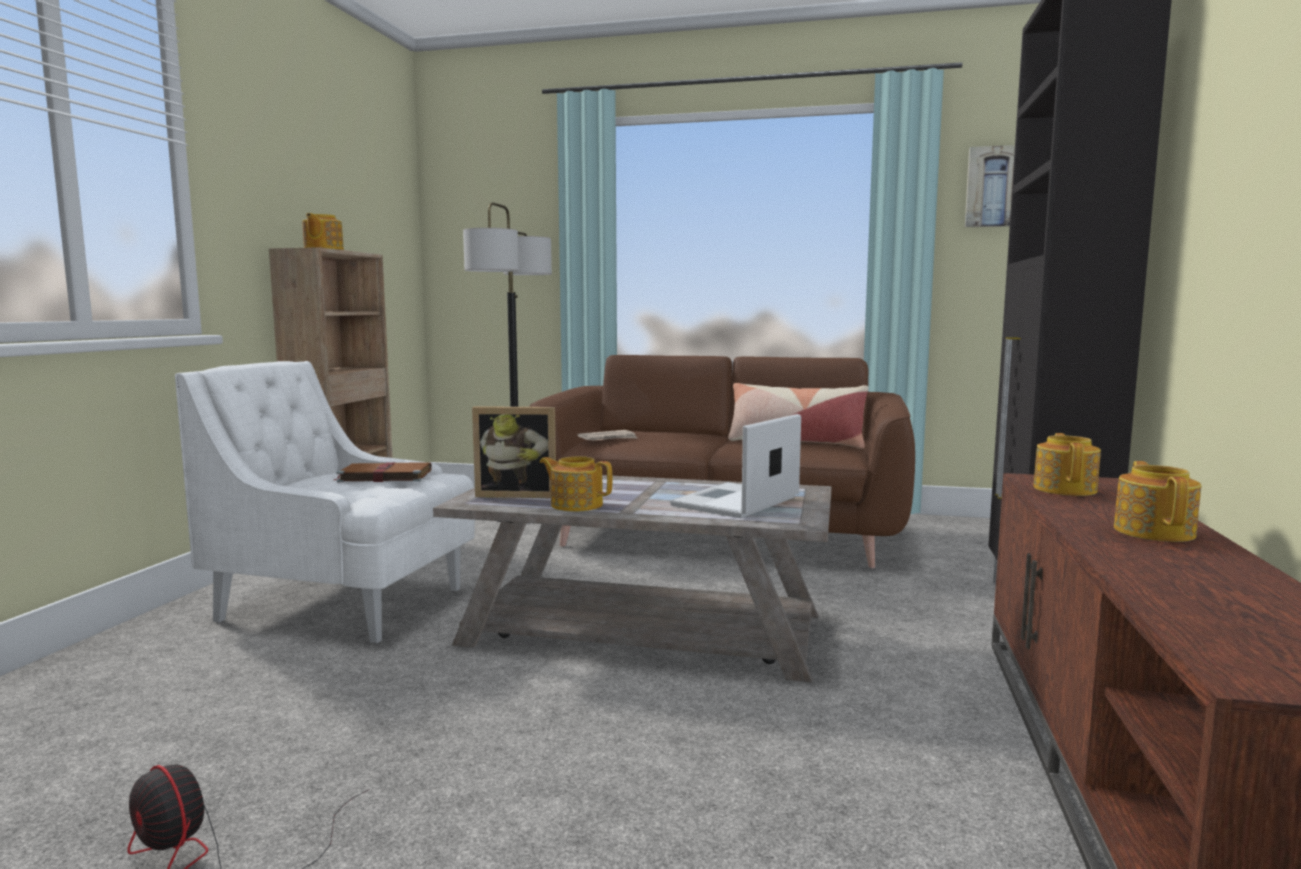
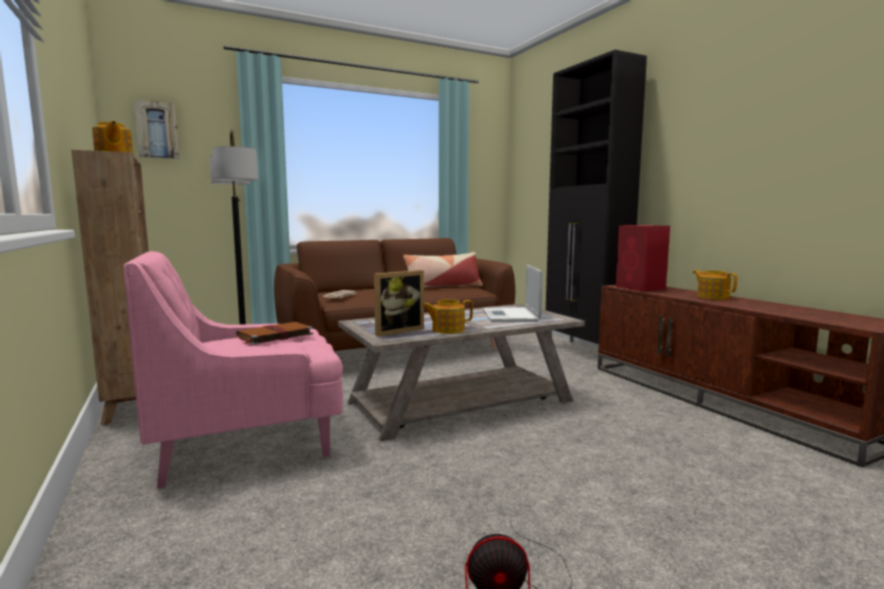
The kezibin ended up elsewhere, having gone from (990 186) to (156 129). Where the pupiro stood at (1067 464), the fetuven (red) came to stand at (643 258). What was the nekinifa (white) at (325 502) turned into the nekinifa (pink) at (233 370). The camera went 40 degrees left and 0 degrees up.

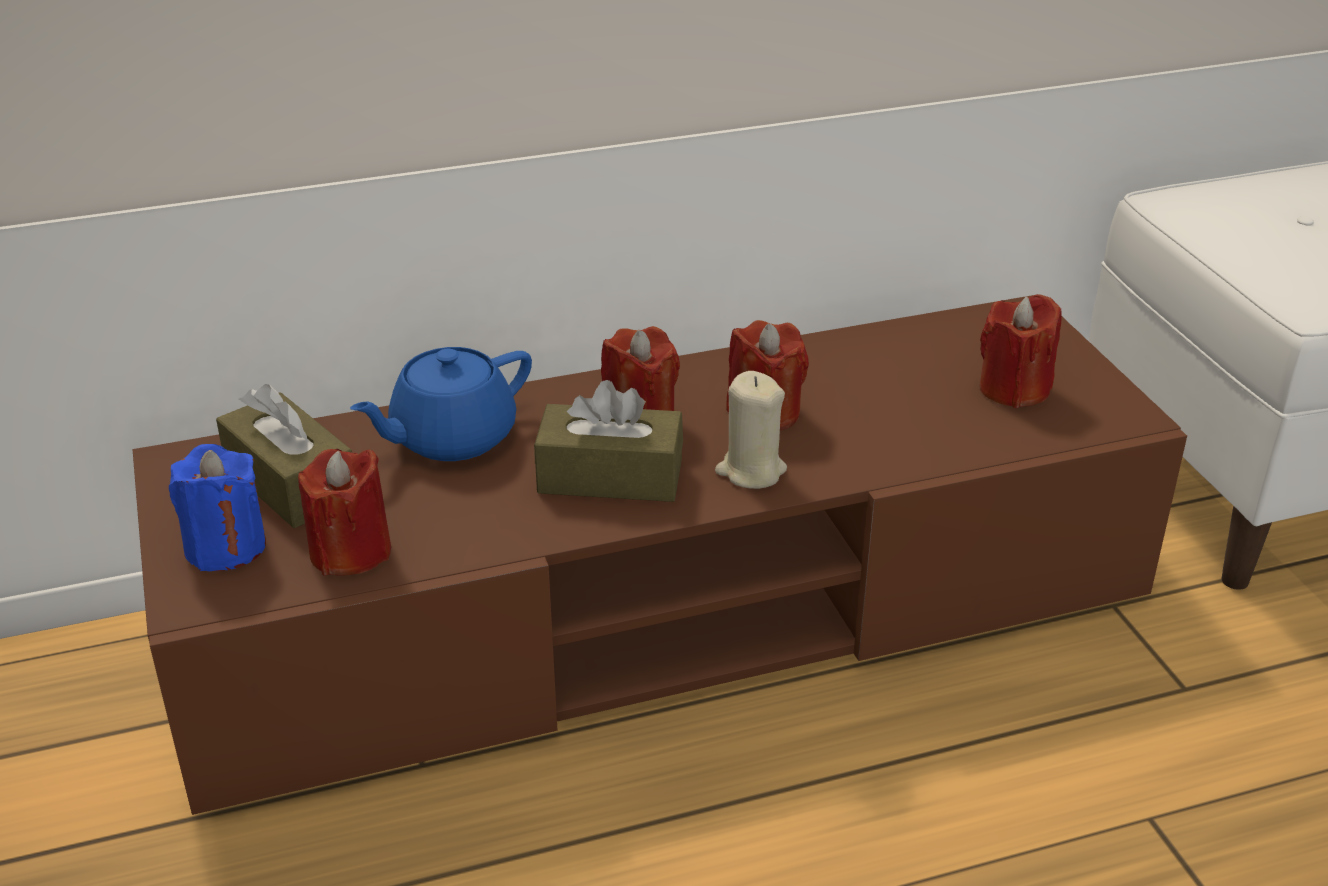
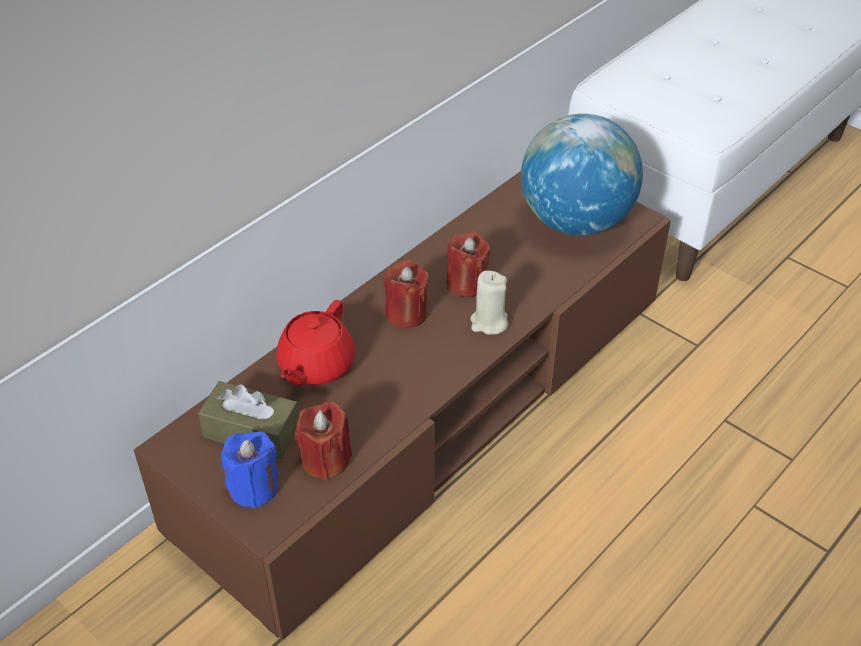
The second view lost the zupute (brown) at (608 441). Where the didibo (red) stood at (1021 351), the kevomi came to stand at (582 175). What was the pupiro (blue) at (441 404) turned into the pupiro (red) at (316 342). The camera went 30 degrees left and 10 degrees up.

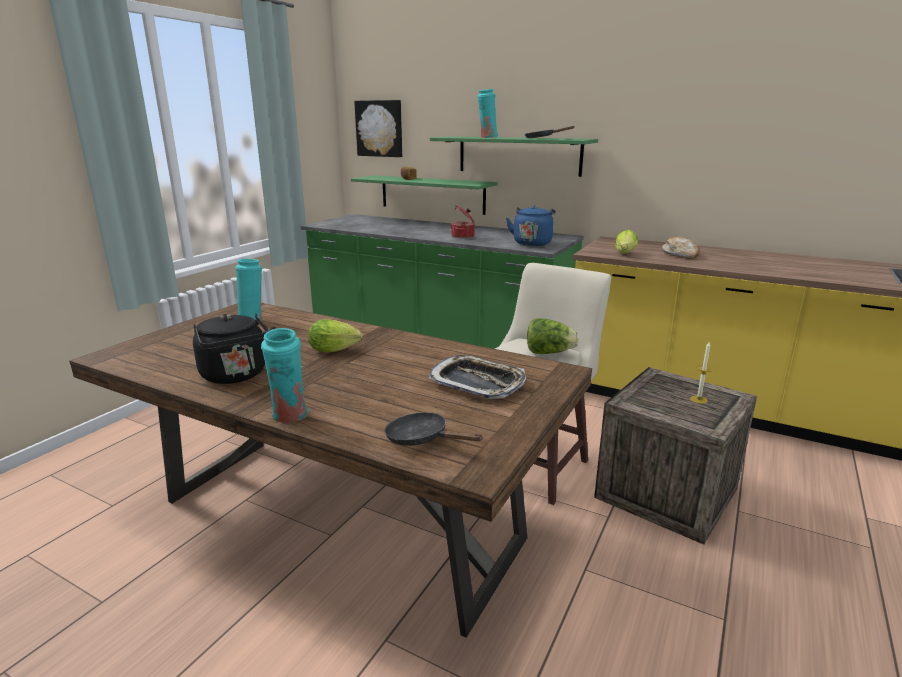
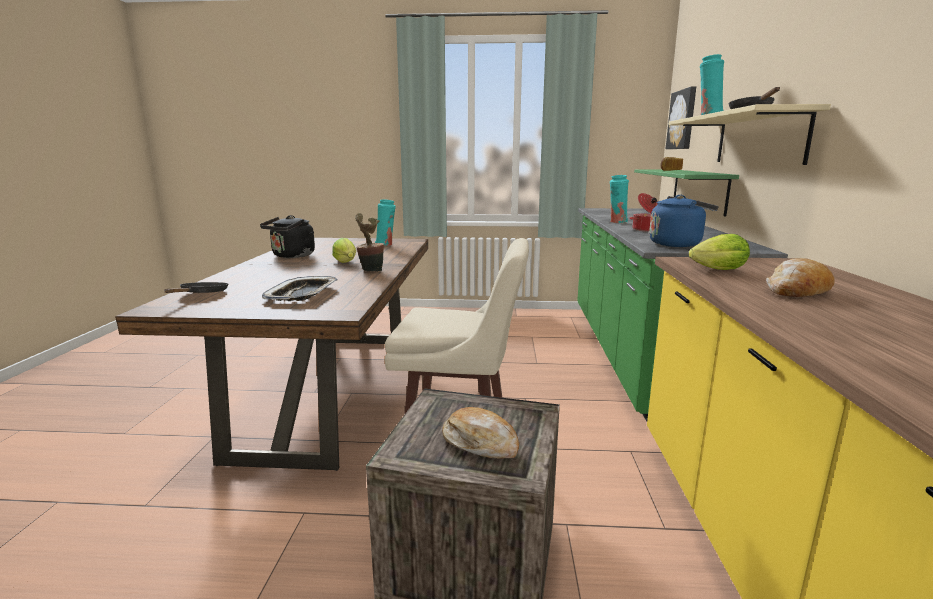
The second view lost the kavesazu at (553 336). The second view gained the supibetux at (369 242). The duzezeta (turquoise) ended up elsewhere, having gone from (285 375) to (619 199). Where the didibo stood at (701 373), the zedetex came to stand at (480 433). What was the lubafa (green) at (514 156) turned into the lubafa (beige) at (749 134). The camera went 65 degrees right and 5 degrees down.

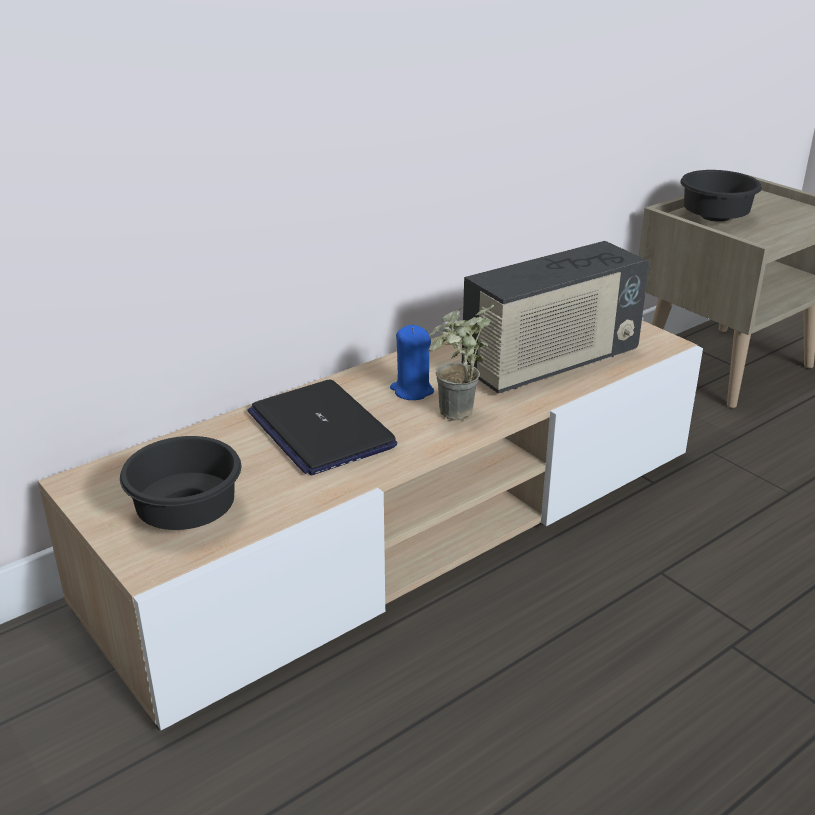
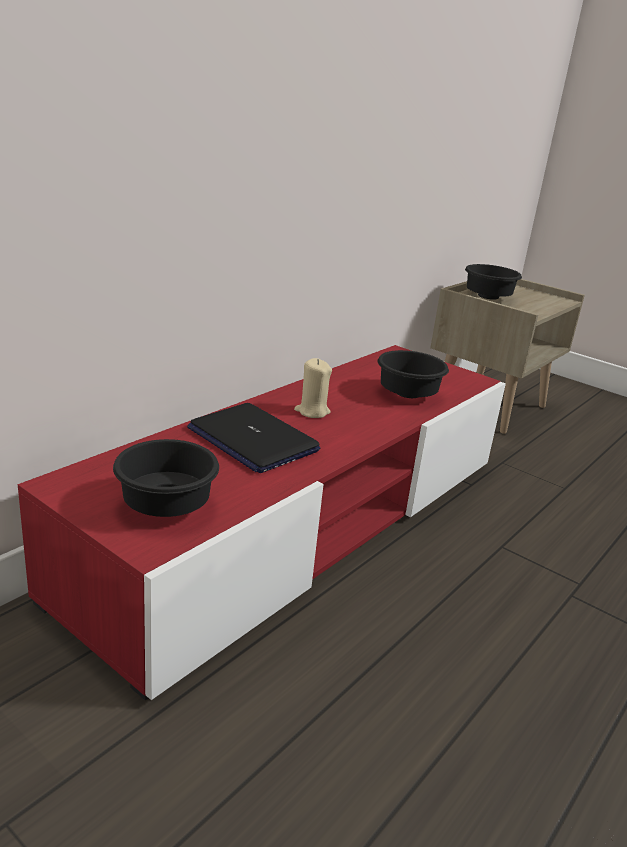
The second view lost the supibetux at (461 362). Where the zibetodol stood at (555 317), the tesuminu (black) came to stand at (413 374). What was the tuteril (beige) at (370 525) turned into the tuteril (red) at (262 523). What was the didibo (blue) at (412 362) turned into the didibo (beige) at (313 388). The camera went 15 degrees left and 5 degrees down.

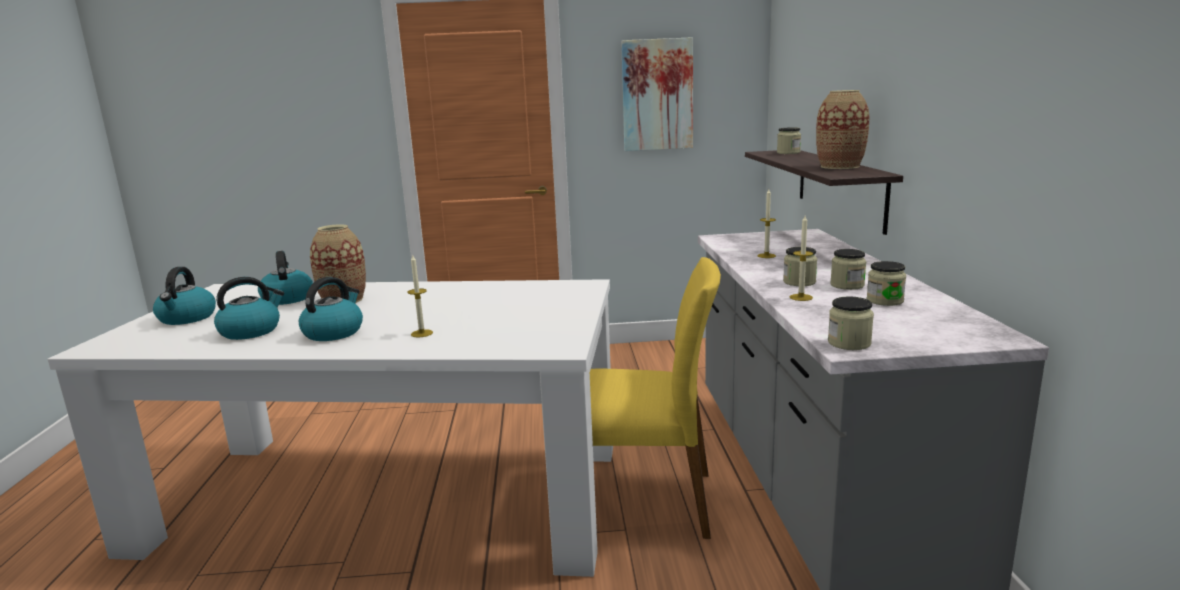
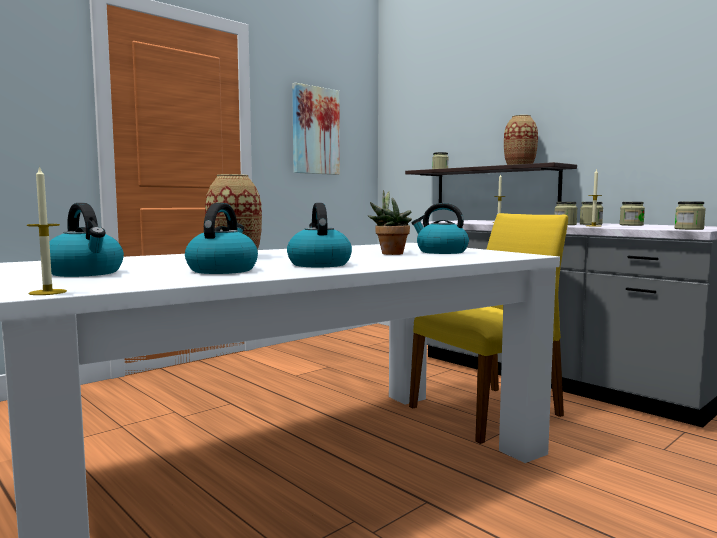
The second view gained the supibetux at (390 222). The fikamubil ended up elsewhere, having gone from (285 278) to (440 228). The didibo ended up elsewhere, having gone from (420 296) to (47 230). The camera went 40 degrees left and 10 degrees down.

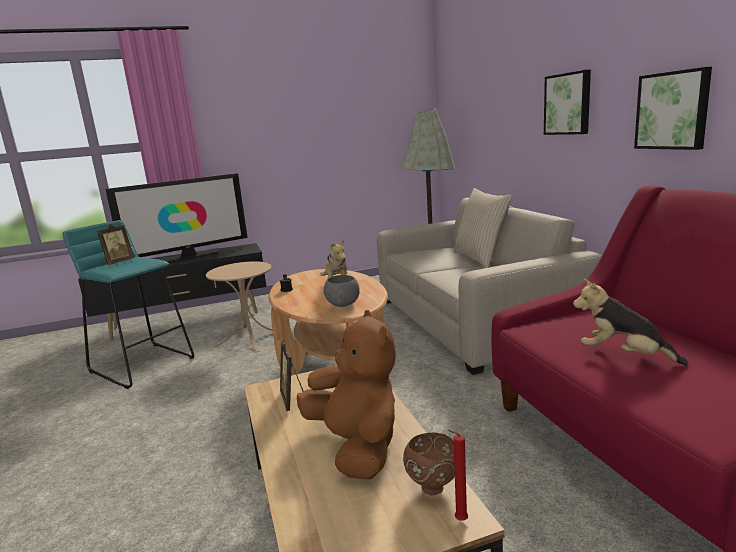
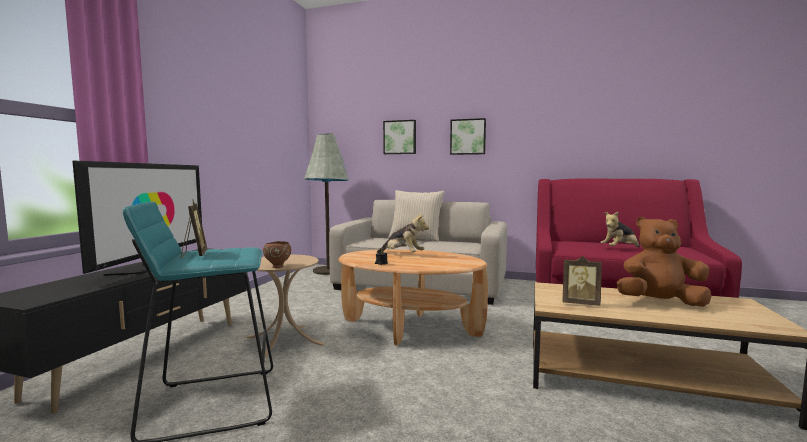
The second view lost the tesuminu (grey) at (341 291). The second view lost the didibo (red) at (458 475). The tesuminu (brown) ended up elsewhere, having gone from (429 464) to (277 254). The kezibin ended up elsewhere, having gone from (673 108) to (399 137). The camera went 55 degrees left and 10 degrees down.

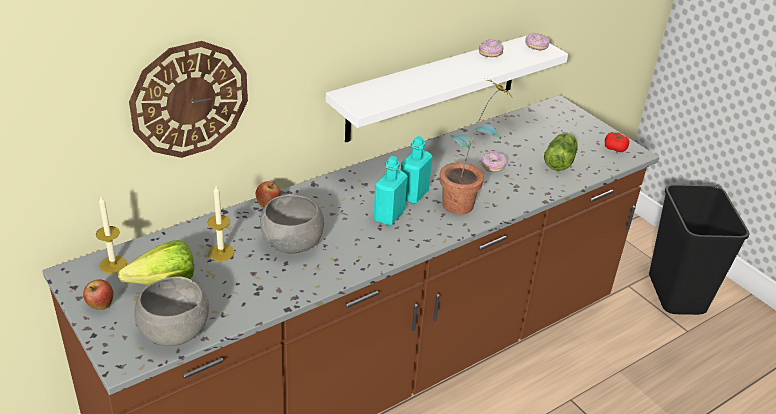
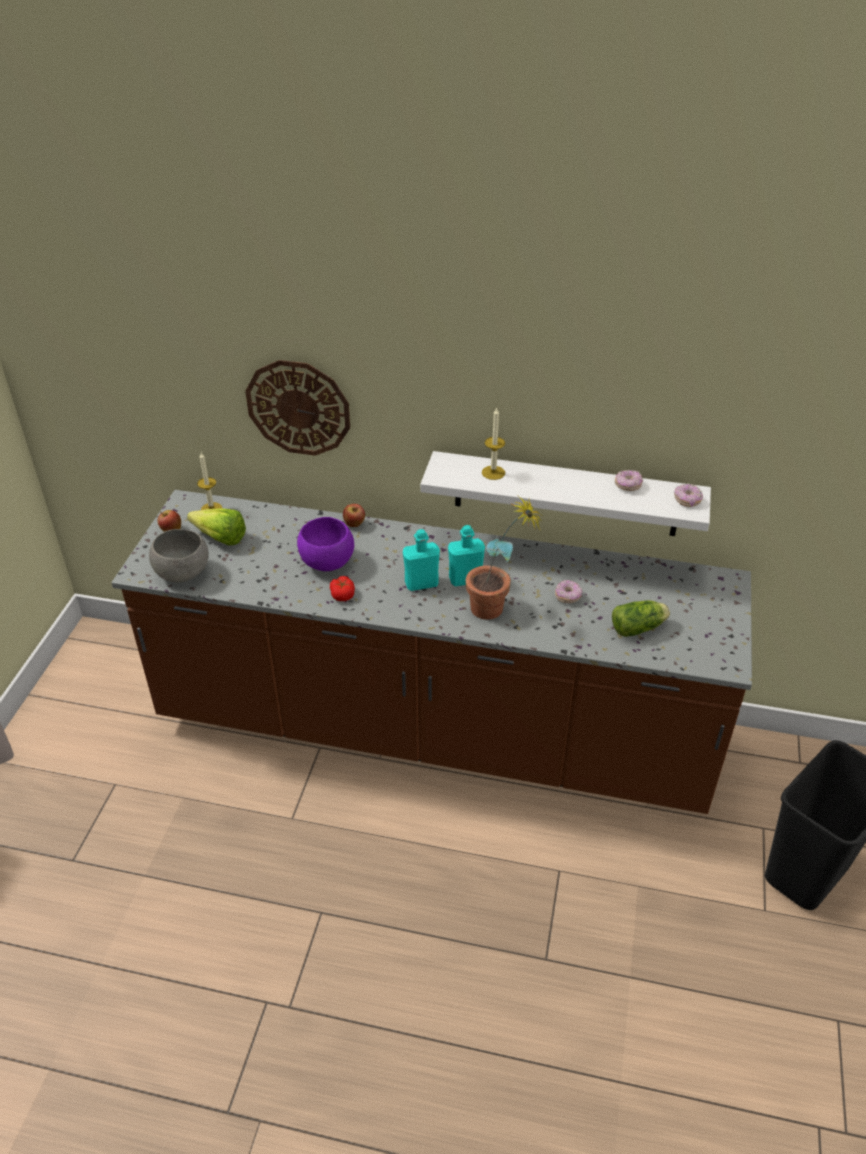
The didibo ended up elsewhere, having gone from (221 223) to (493 444). The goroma ended up elsewhere, having gone from (617 142) to (342 588). What was the tesuminu (grey) at (292 224) turned into the tesuminu (purple) at (325 544). The camera went 50 degrees right and 5 degrees up.

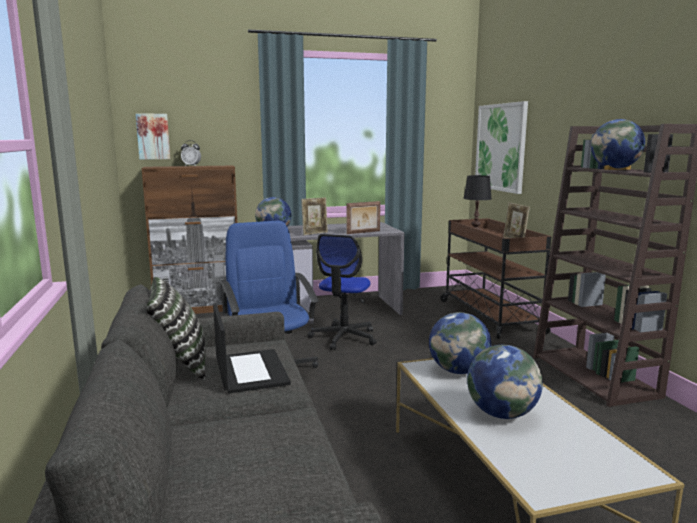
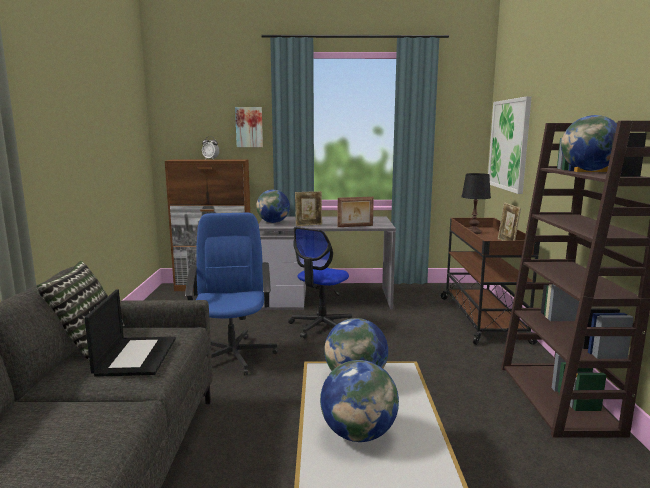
The kezibin ended up elsewhere, having gone from (153 136) to (249 127). The camera went 15 degrees right and 0 degrees up.

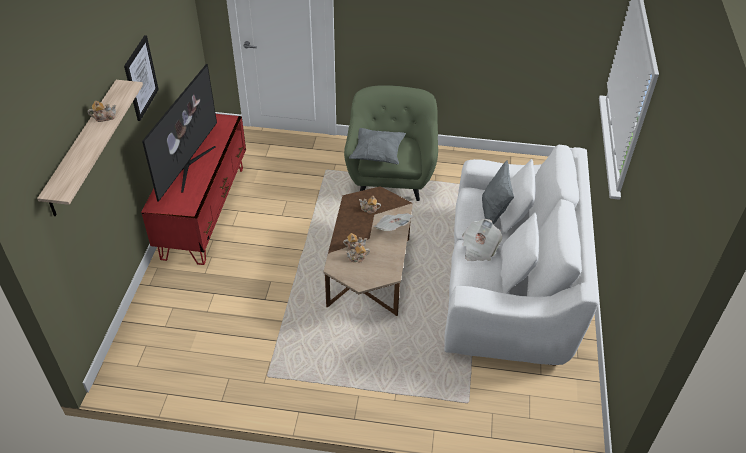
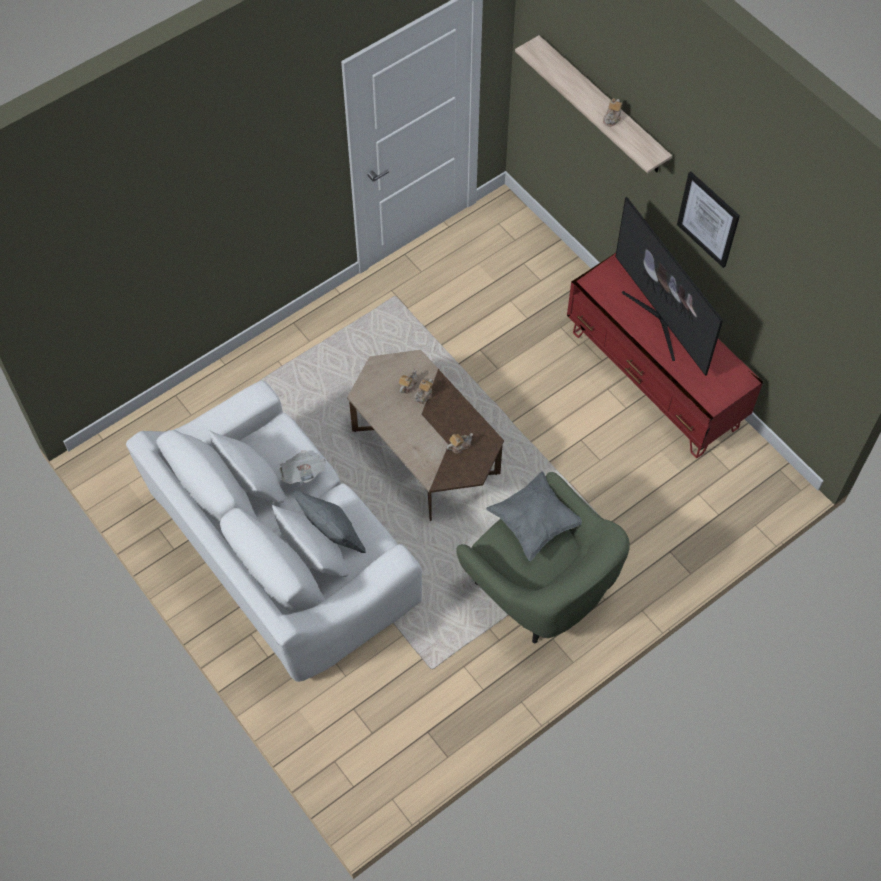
The second view lost the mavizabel at (393 222). The camera went 135 degrees right and 15 degrees up.

